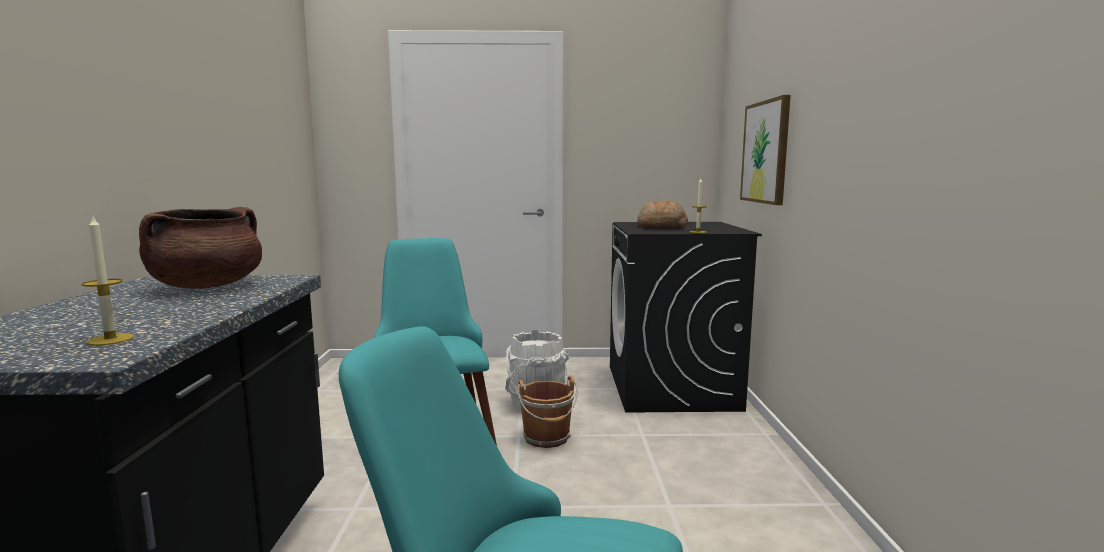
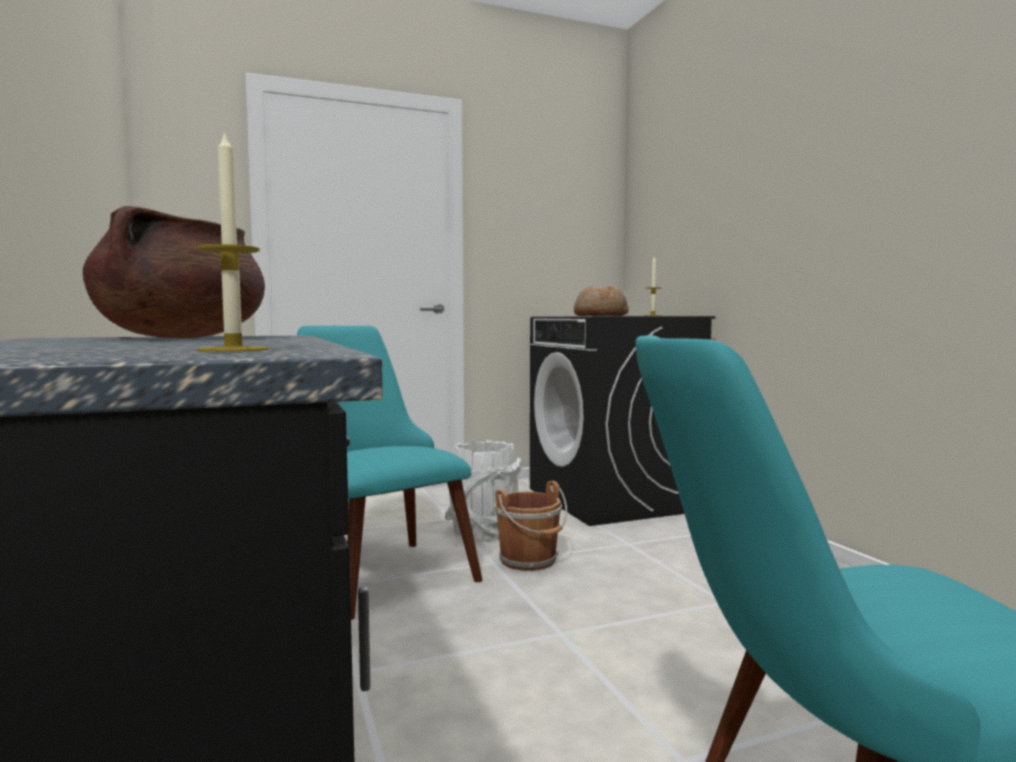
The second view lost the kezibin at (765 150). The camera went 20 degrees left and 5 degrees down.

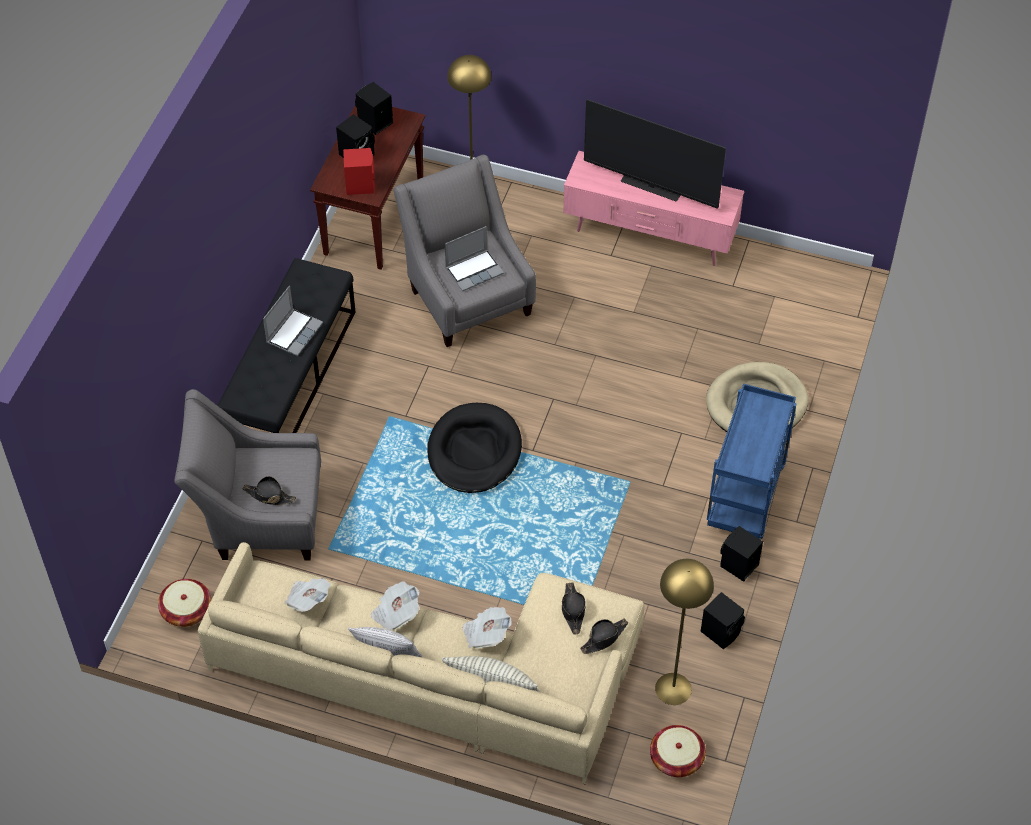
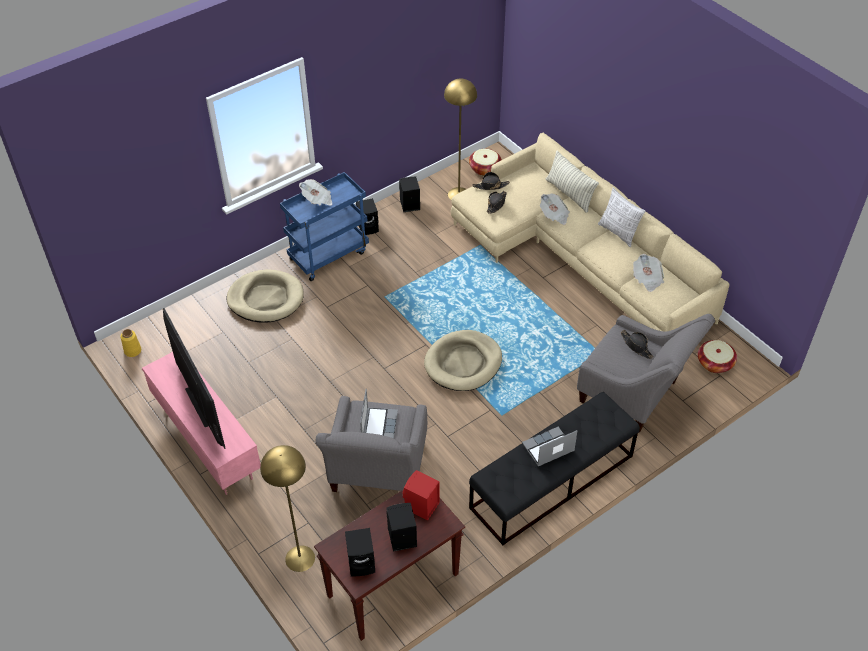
The second view gained the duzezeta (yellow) at (130 343). The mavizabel ended up elsewhere, having gone from (395 605) to (316 192). What was the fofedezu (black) at (474 448) turned into the fofedezu (beige) at (463 360). The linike at (474 259) ended up facing another way, 90 degrees clockwise from before. The camera went 145 degrees left and 5 degrees down.

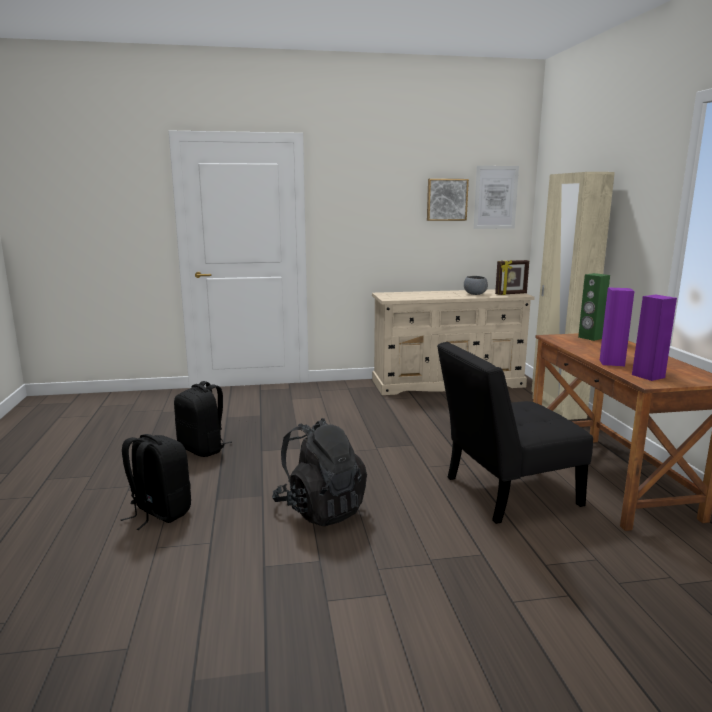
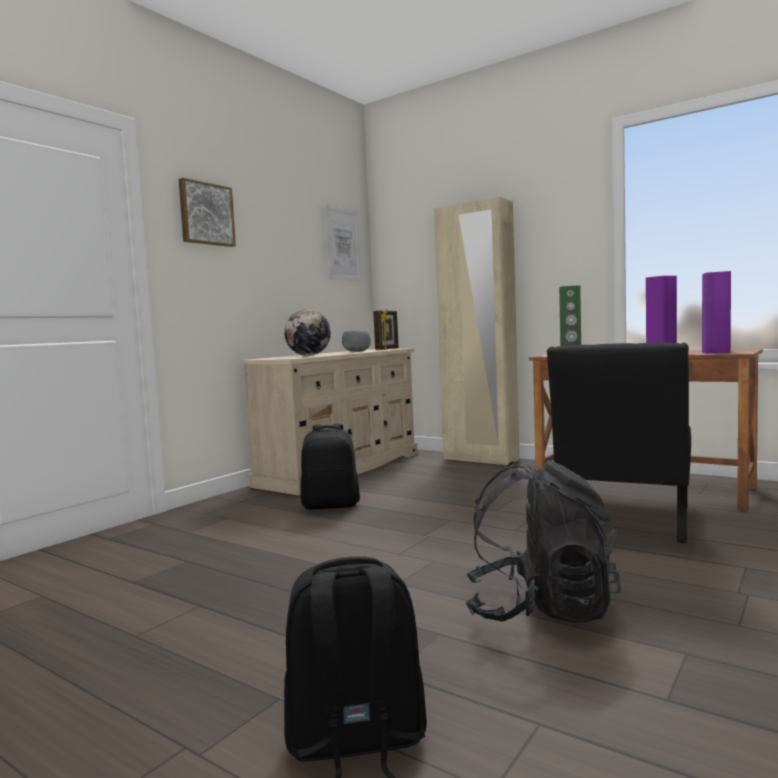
The second view gained the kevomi at (307 332). The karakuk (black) ended up elsewhere, having gone from (203 419) to (330 466). The kezibin ended up elsewhere, having gone from (448 200) to (207 212). The camera went 45 degrees left and 10 degrees down.

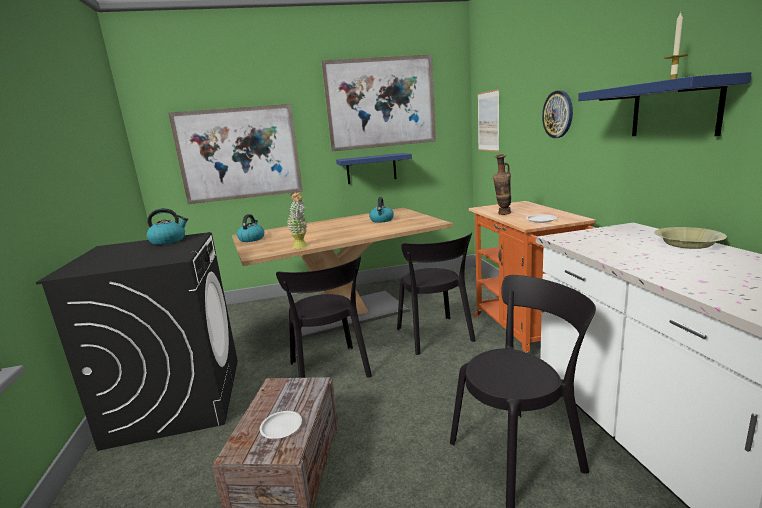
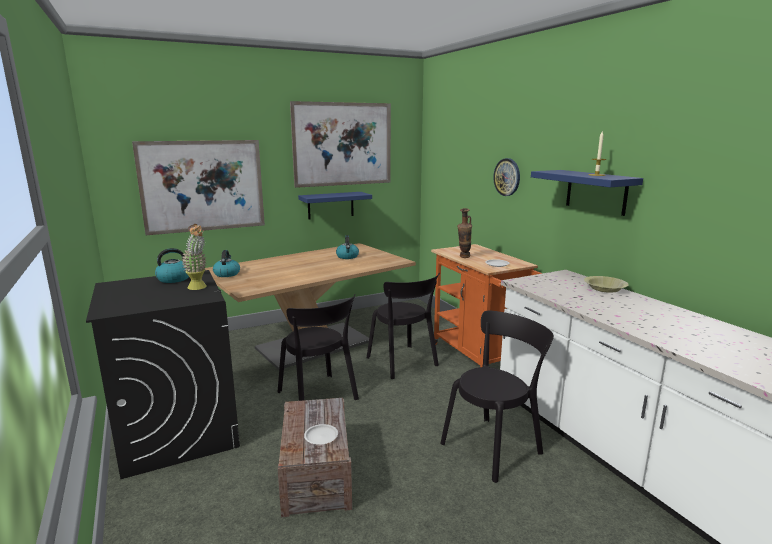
The second view lost the kezibin at (488 120). The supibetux ended up elsewhere, having gone from (297 220) to (194 257). The camera went 15 degrees left and 0 degrees up.

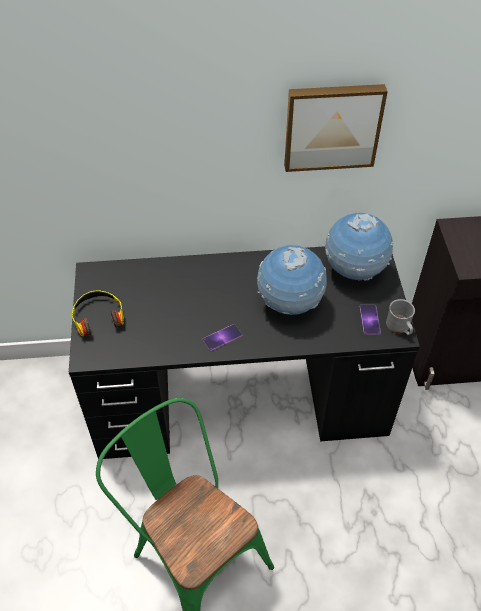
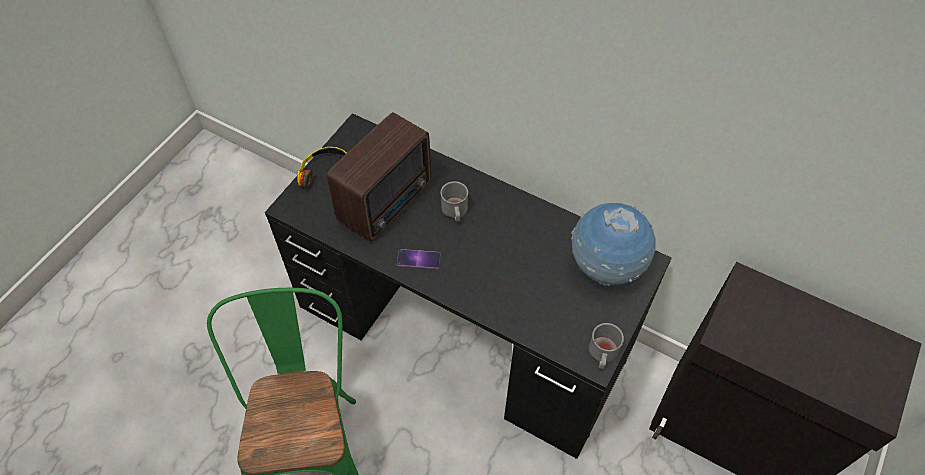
The second view lost the kevomi at (292 280). The second view lost the kezibin at (336 128). The second view lost the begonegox at (370 320). The second view gained the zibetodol at (379 177). The second view gained the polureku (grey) at (454 201). The camera went 35 degrees right and 5 degrees up.

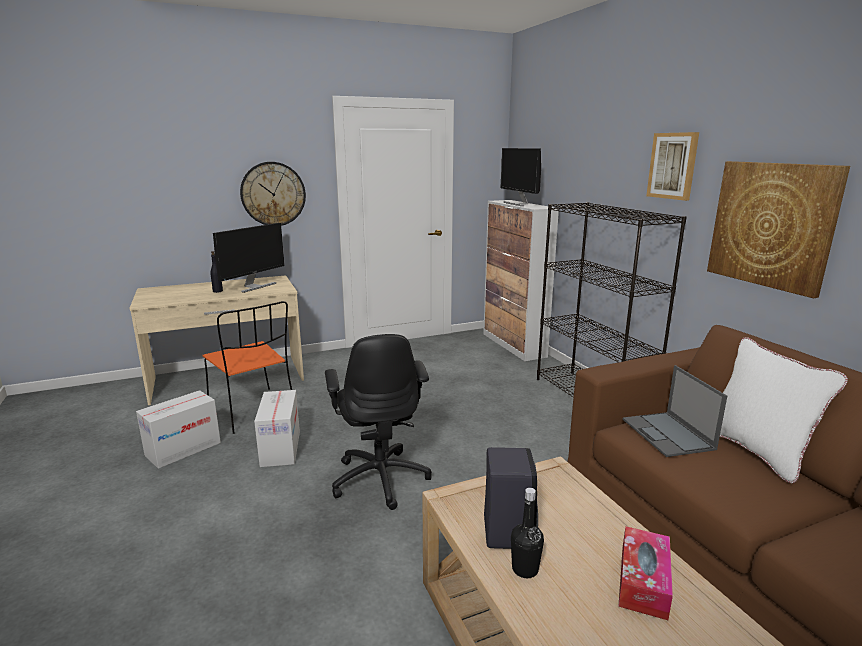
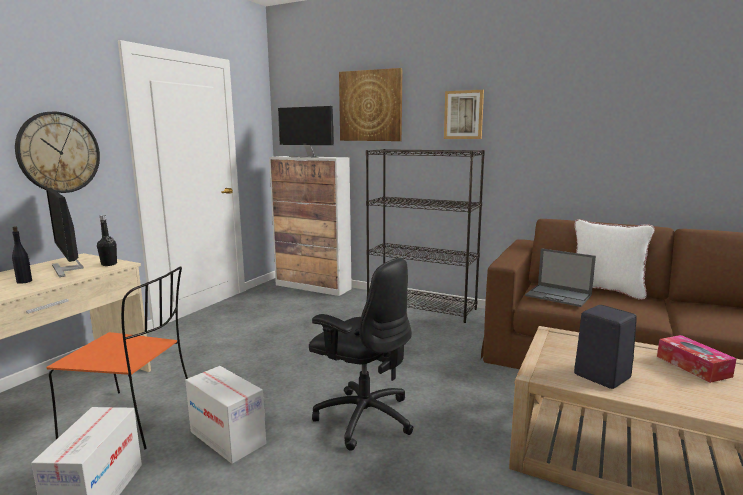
The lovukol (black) ended up elsewhere, having gone from (527 533) to (107 240). The kezibin ended up elsewhere, having gone from (778 230) to (371 104). The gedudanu at (249 258) ended up facing another way, 150 degrees clockwise from before. The camera went 40 degrees left and 5 degrees down.

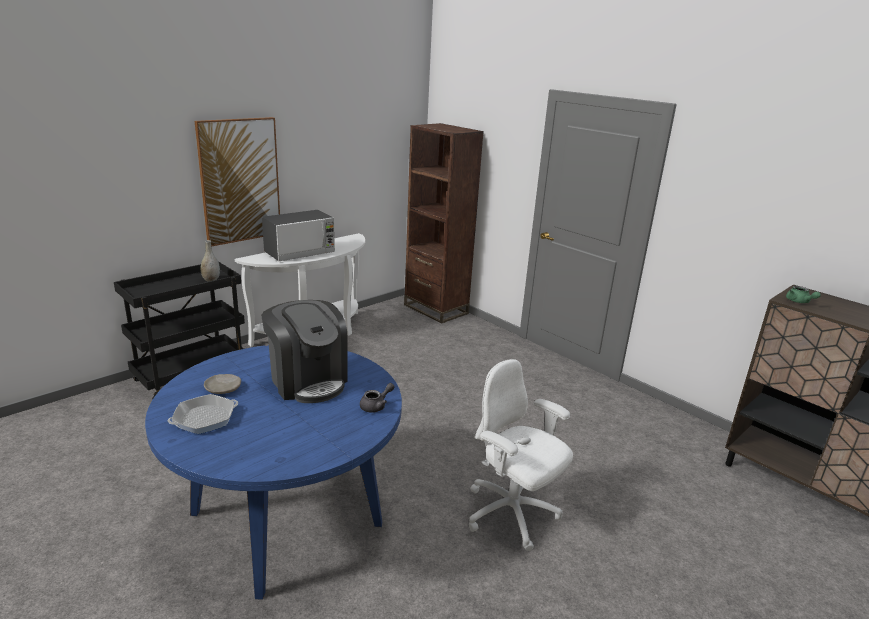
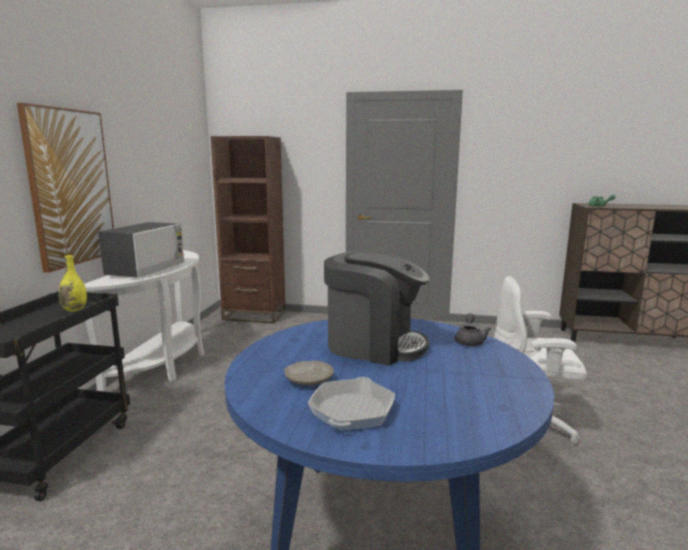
What was the duzezeta (grey) at (210 261) turned into the duzezeta (yellow) at (72 283). The camera went 35 degrees left and 10 degrees down.

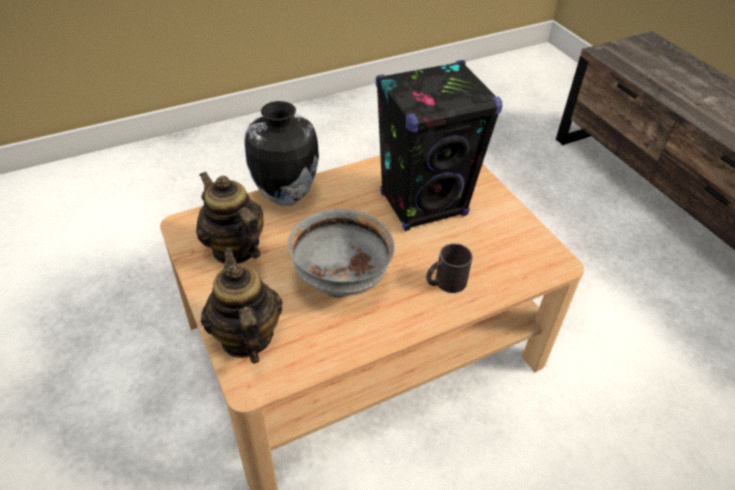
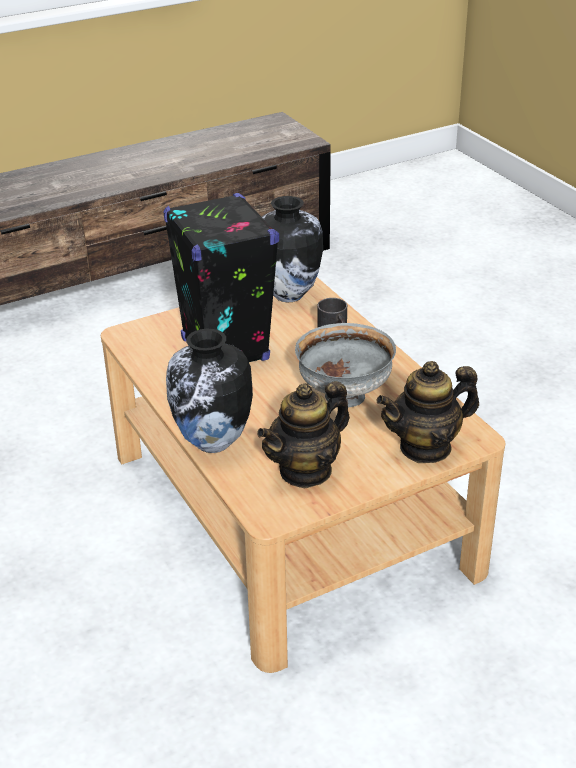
The second view gained the duzezeta at (292 249). The camera went 90 degrees left and 10 degrees down.

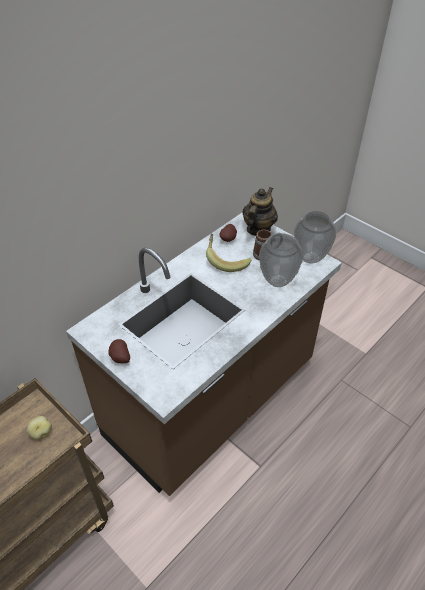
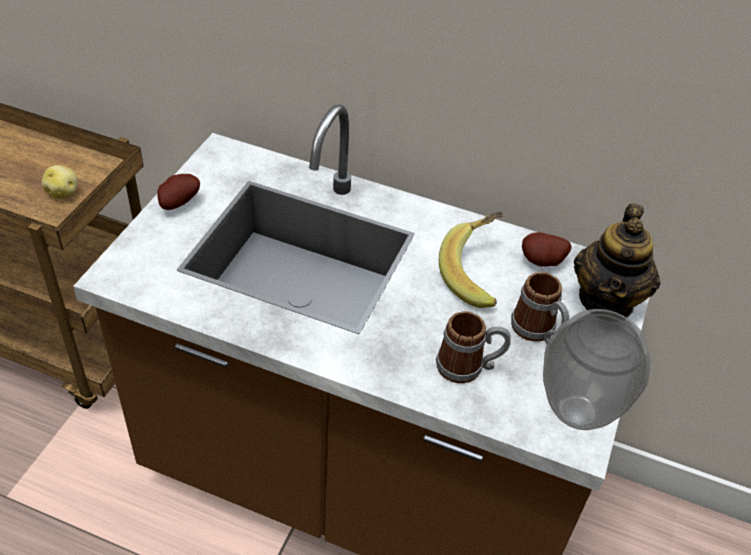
Where the duzezeta stood at (281 260), the polureku came to stand at (473 347). The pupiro at (260 211) ended up facing another way, 105 degrees clockwise from before. The camera went 65 degrees right and 0 degrees up.

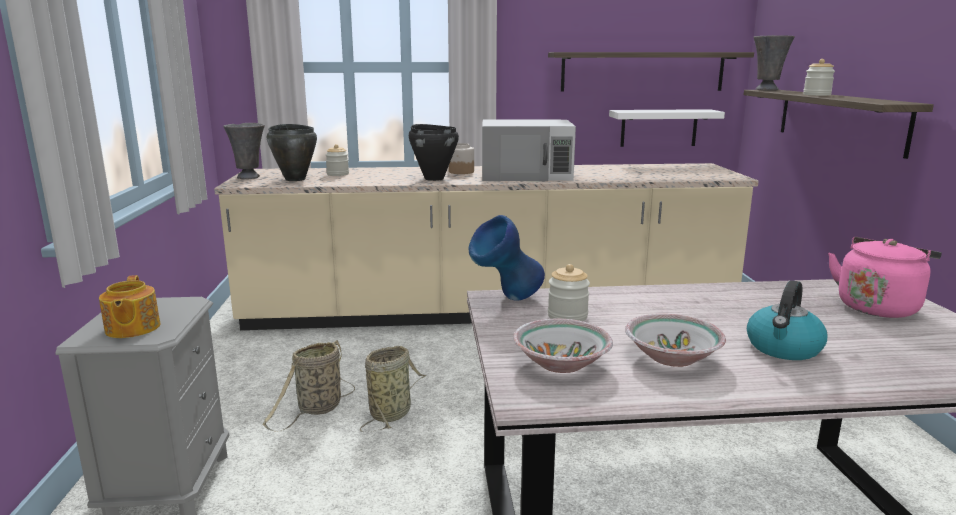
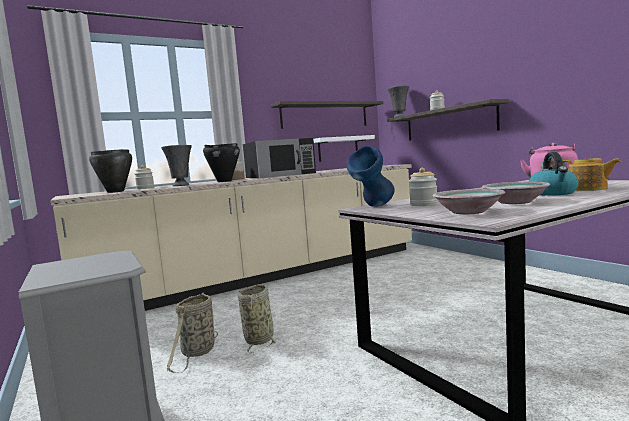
The pupiro ended up elsewhere, having gone from (129 306) to (591 174). The duzezeta (grey) ended up elsewhere, having gone from (244 151) to (176 165). What was the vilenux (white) at (529 150) turned into the vilenux (black) at (279 158). The camera went 25 degrees left and 10 degrees down.

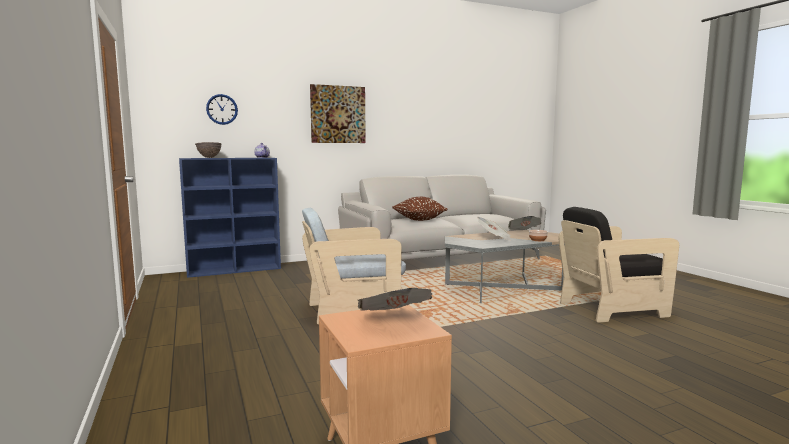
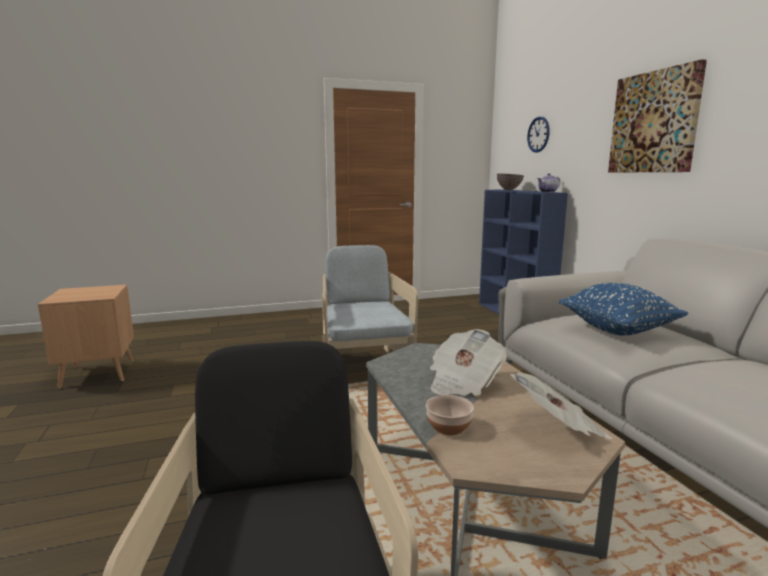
The second view lost the mavizabel at (395 299). What was the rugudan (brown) at (420 209) turned into the rugudan (blue) at (623 309). The camera went 95 degrees right and 5 degrees up.

